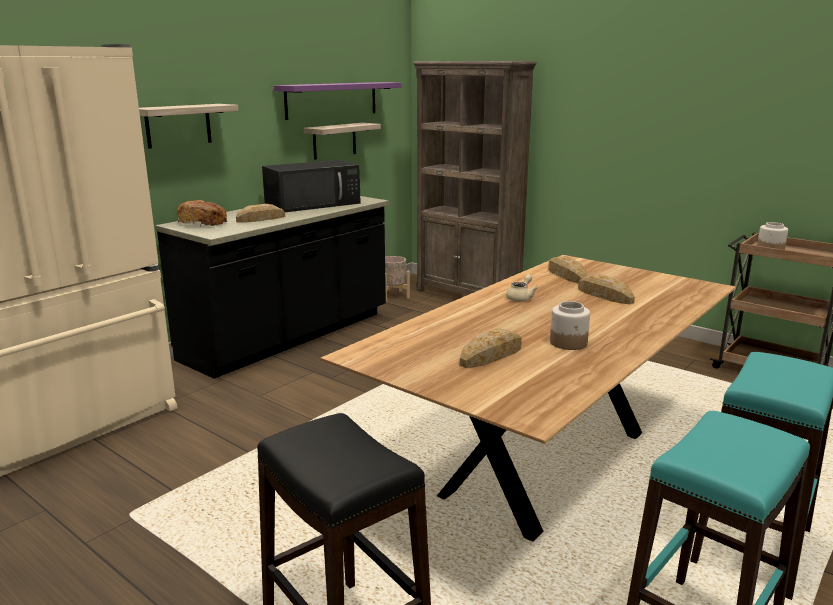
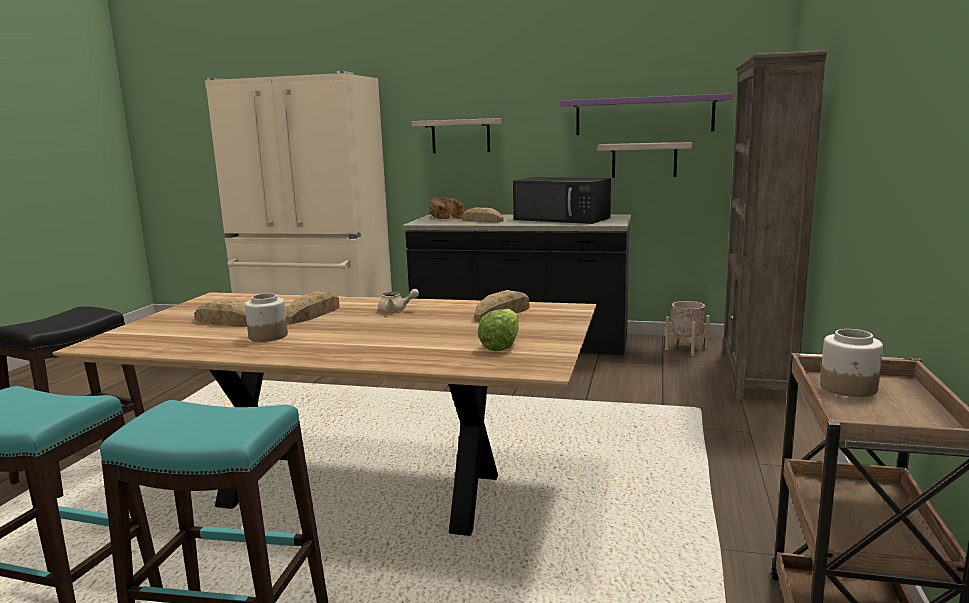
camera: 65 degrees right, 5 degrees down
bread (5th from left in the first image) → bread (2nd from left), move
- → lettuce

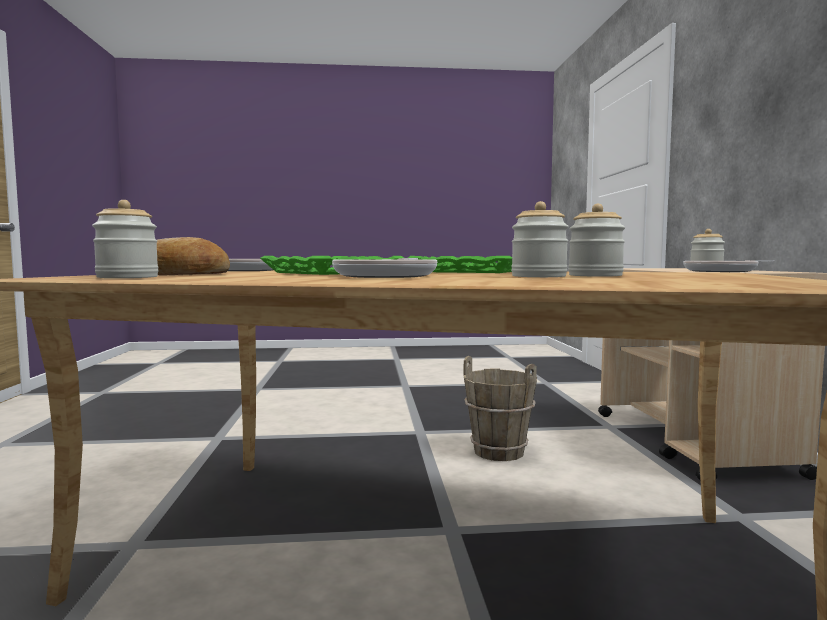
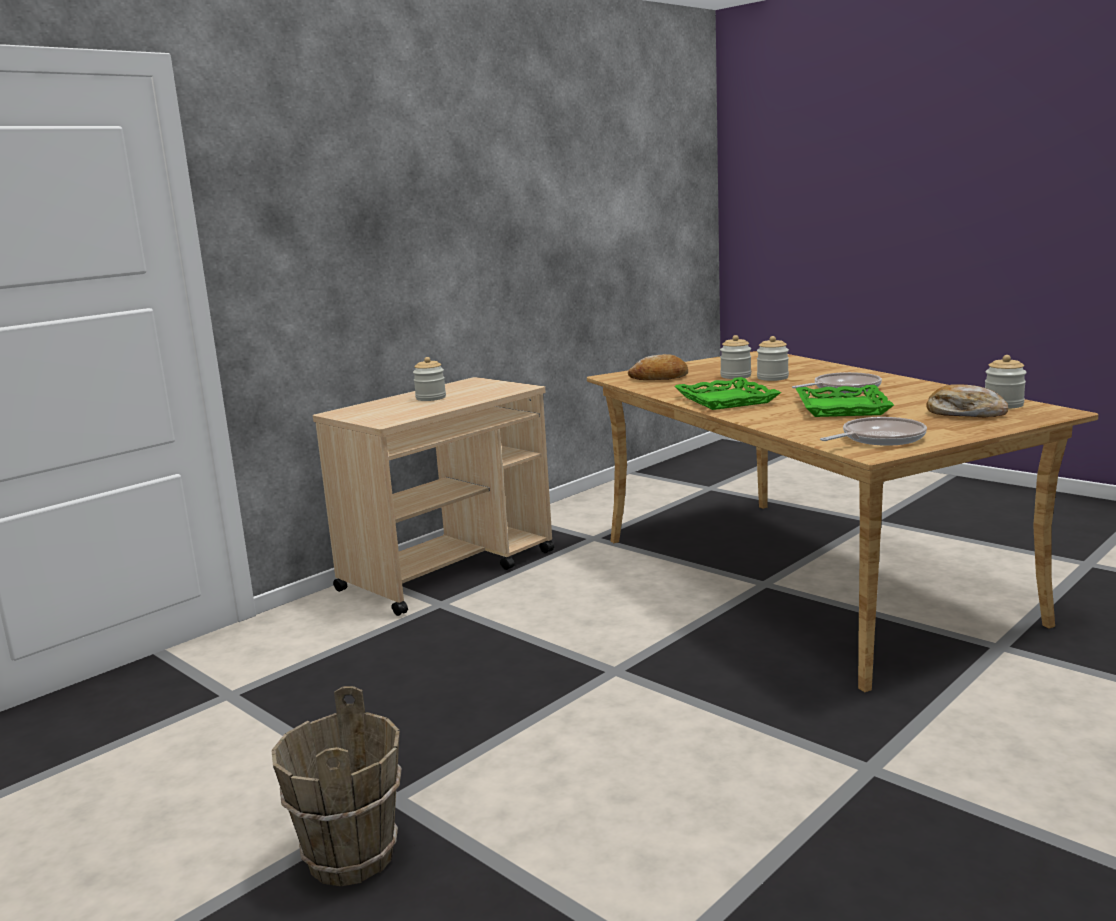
camera: 130 degrees left, 10 degrees up
frying pan (3rd from left) → -
brown bucket, move
- → bread (1st from left)

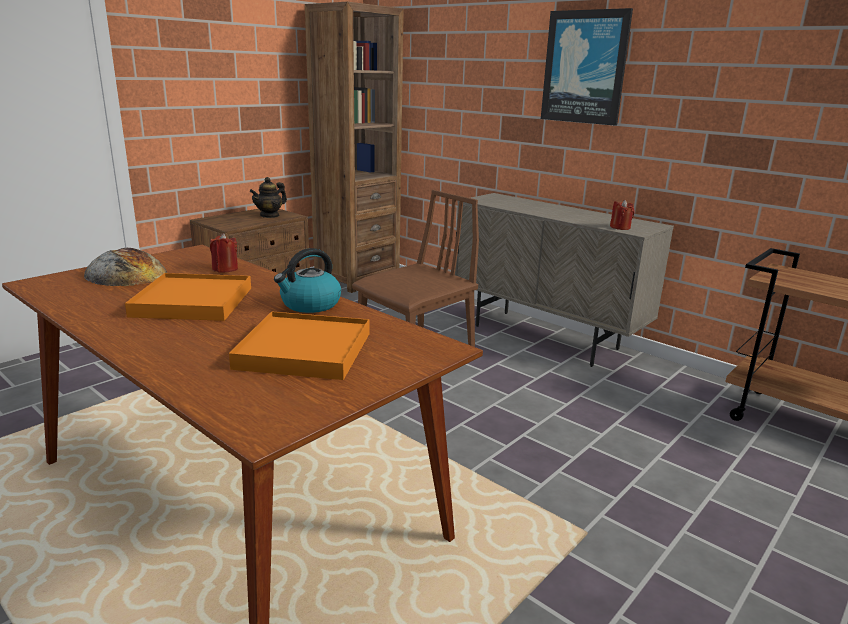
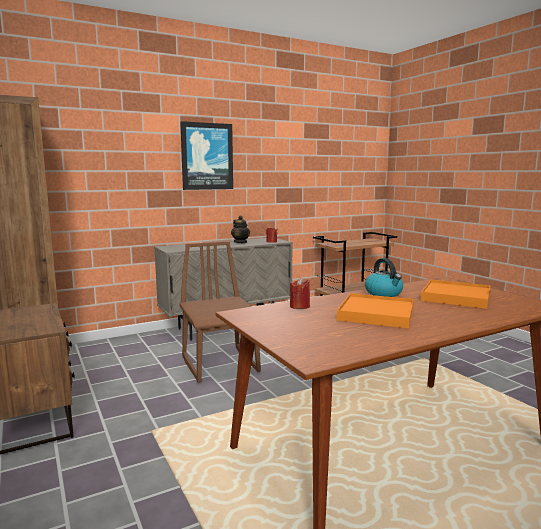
camera: 70 degrees left, 10 degrees down
teapot, move
bread → -

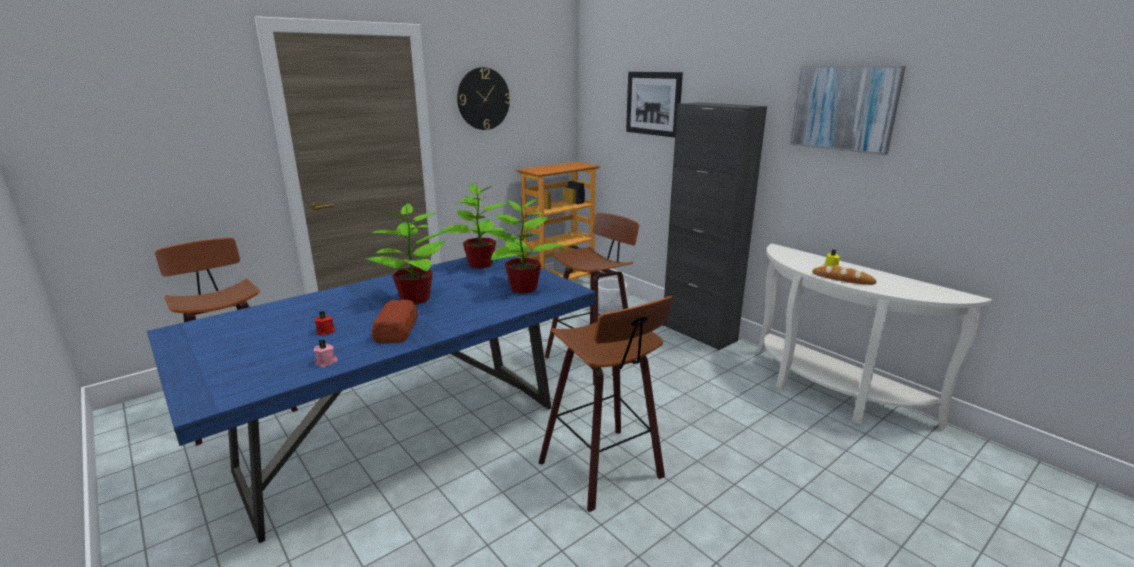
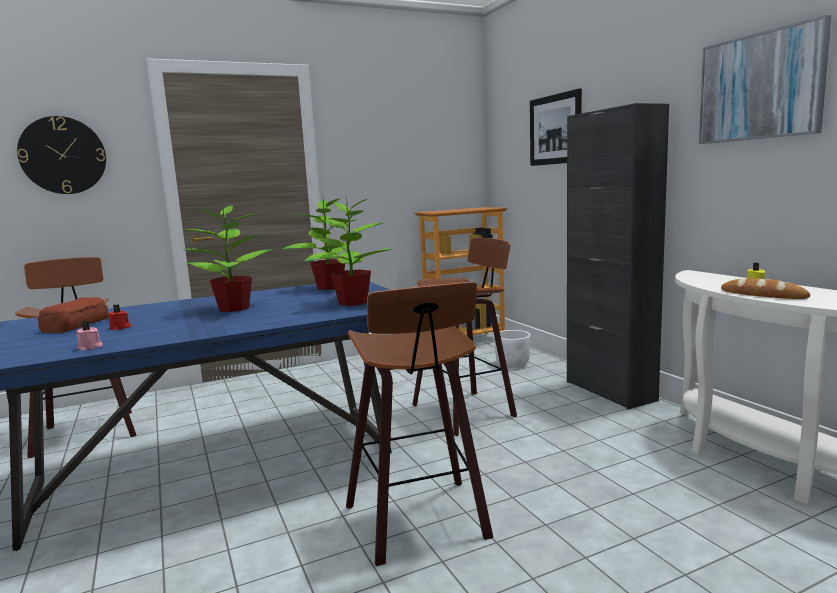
camera: 15 degrees right, 10 degrees down
wall clock, move
bread (1st from left), move

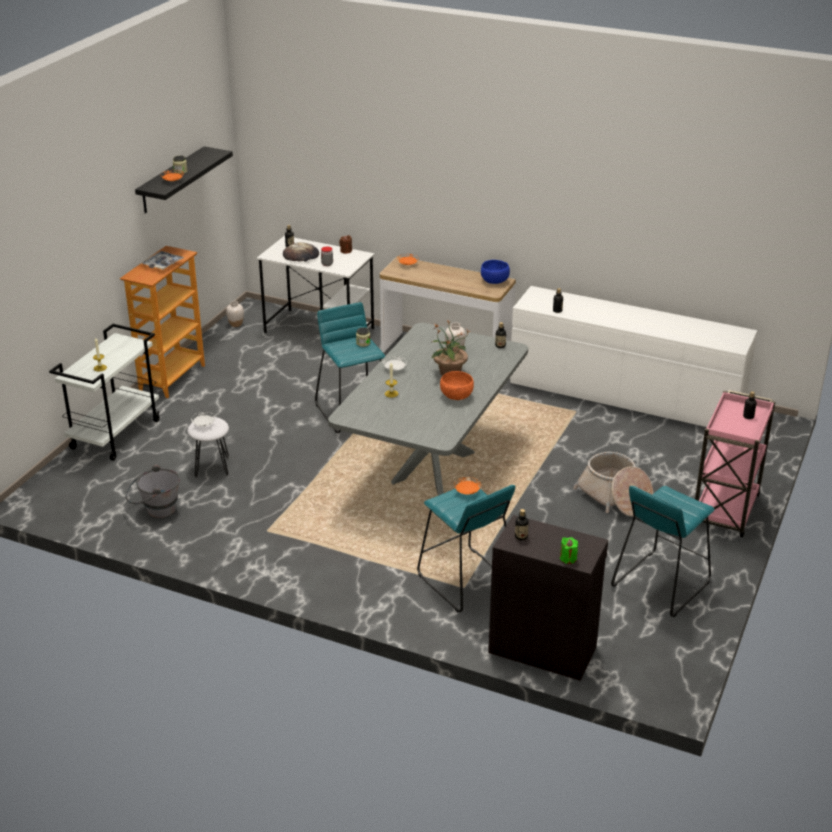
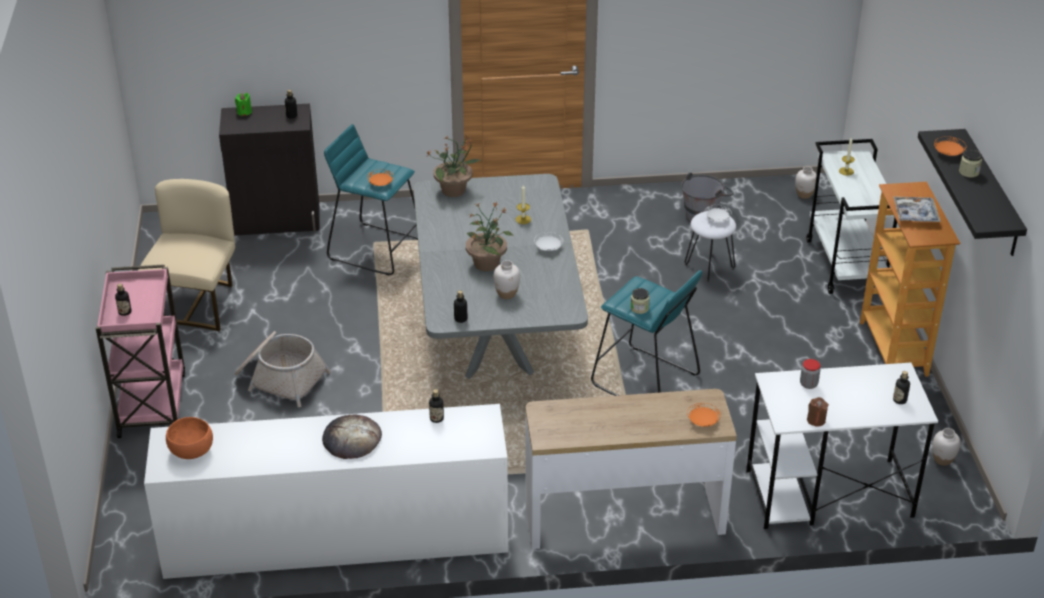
camera: 150 degrees right, 5 degrees up
bread, move
blue bowl → -
orange bowl, move
turquoise stool (3rd from left) → beige chair
- → potted plant (1st from left)
- → white vase (2nd from left)

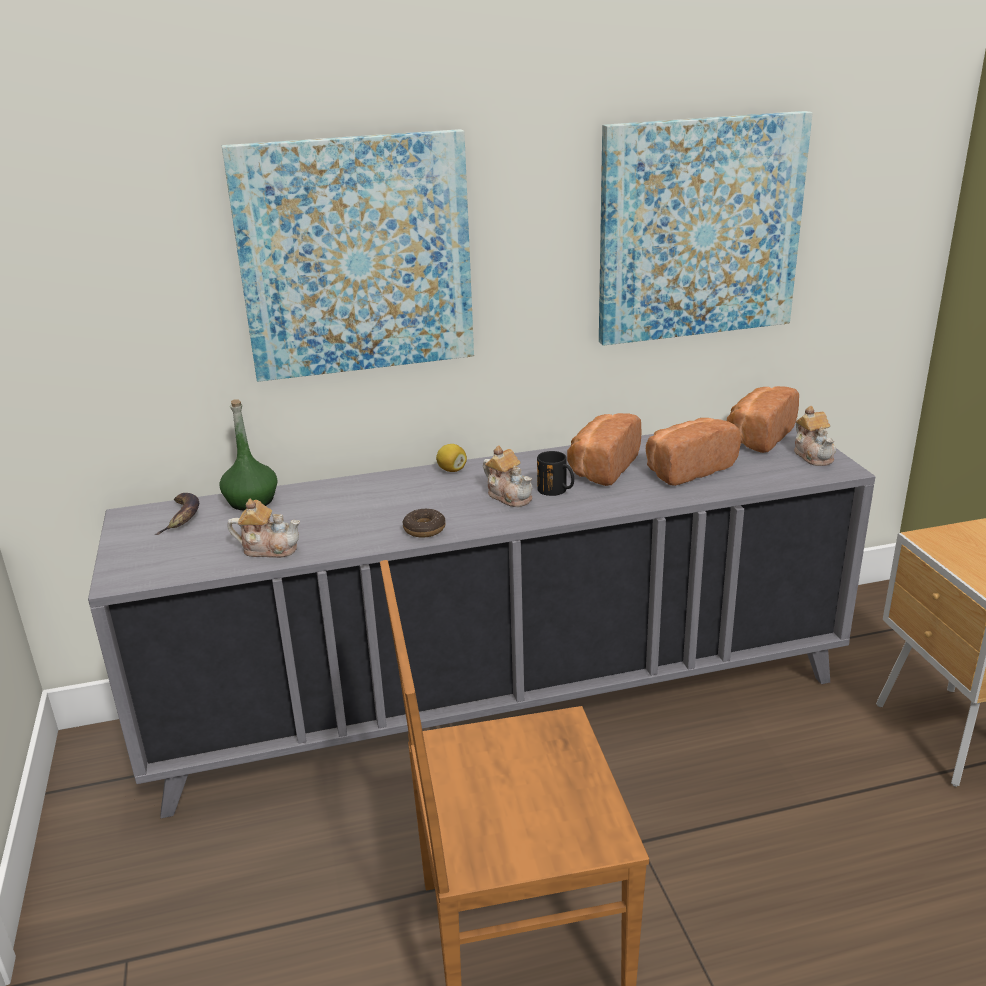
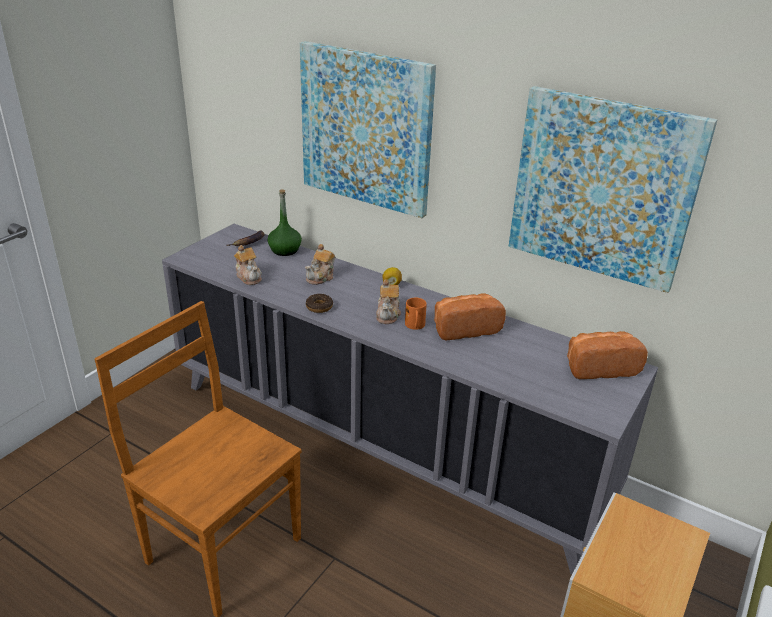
camera: 45 degrees right, 5 degrees up
teapot (3rd from left in the first image) → teapot (2nd from left), move
bread (2nd from left) → -
black mug → orange mug

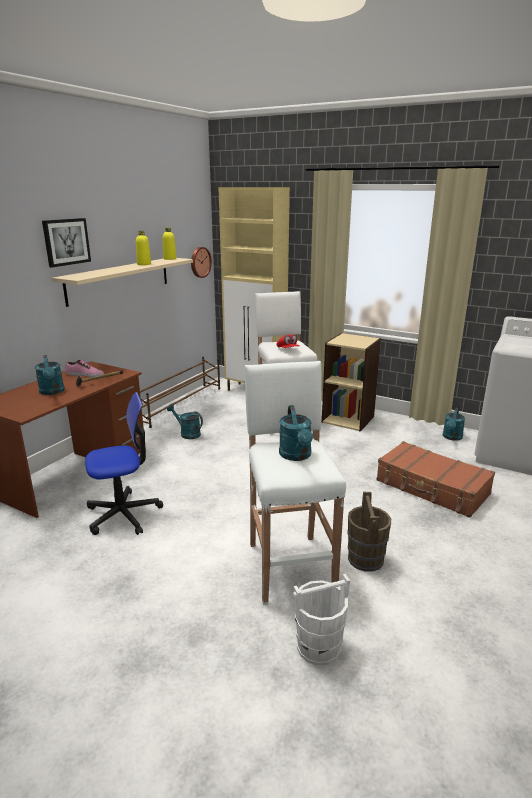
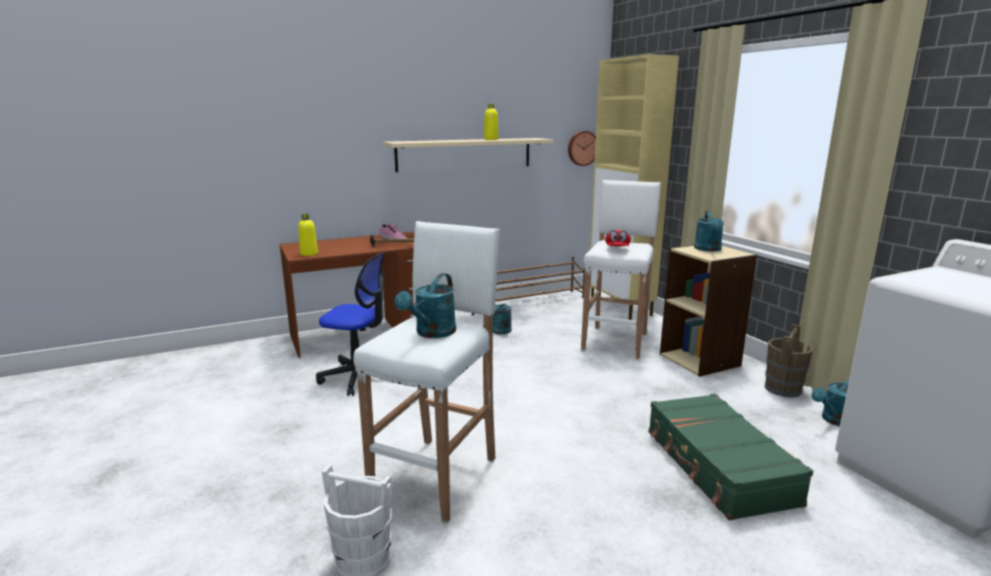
camera: 35 degrees right, 5 degrees down
picture → -
yellow bottle (2nd from left in the first image) → yellow bottle (1st from left), move
turquoise watering can (1st from left in the first image) → turquoise watering can (3rd from left), move
brown suitcase → green suitcase
brown bucket, move

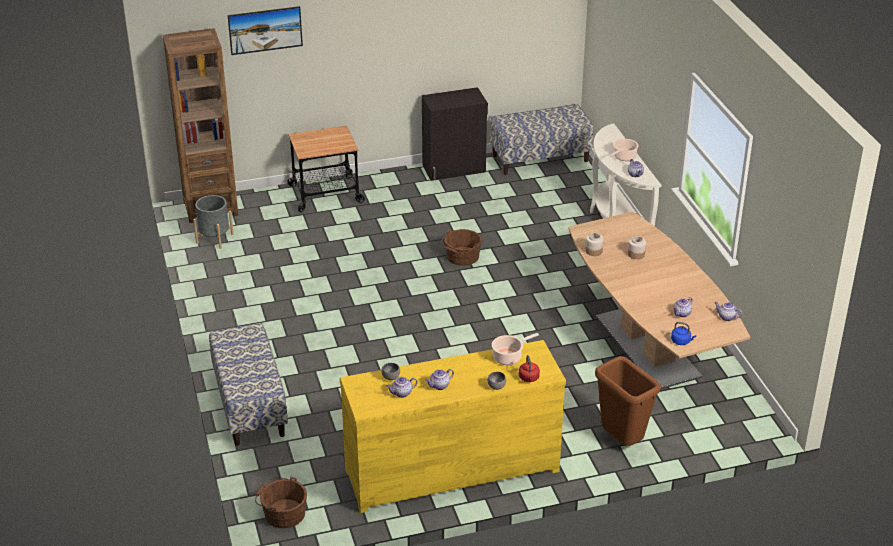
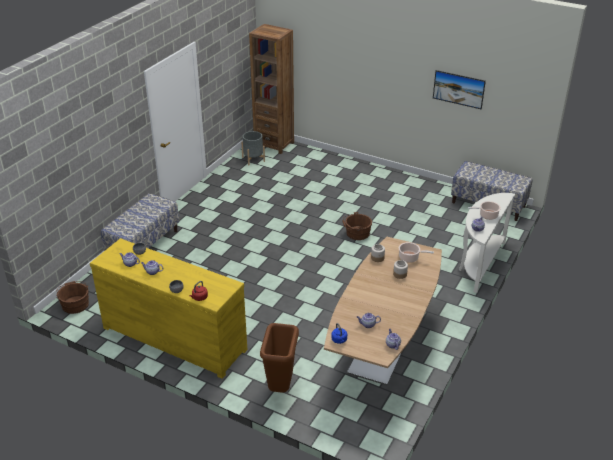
camera: 45 degrees right, 0 degrees up
picture, move
black cabinet → -
cart → -
cooking pot (1st from left), move

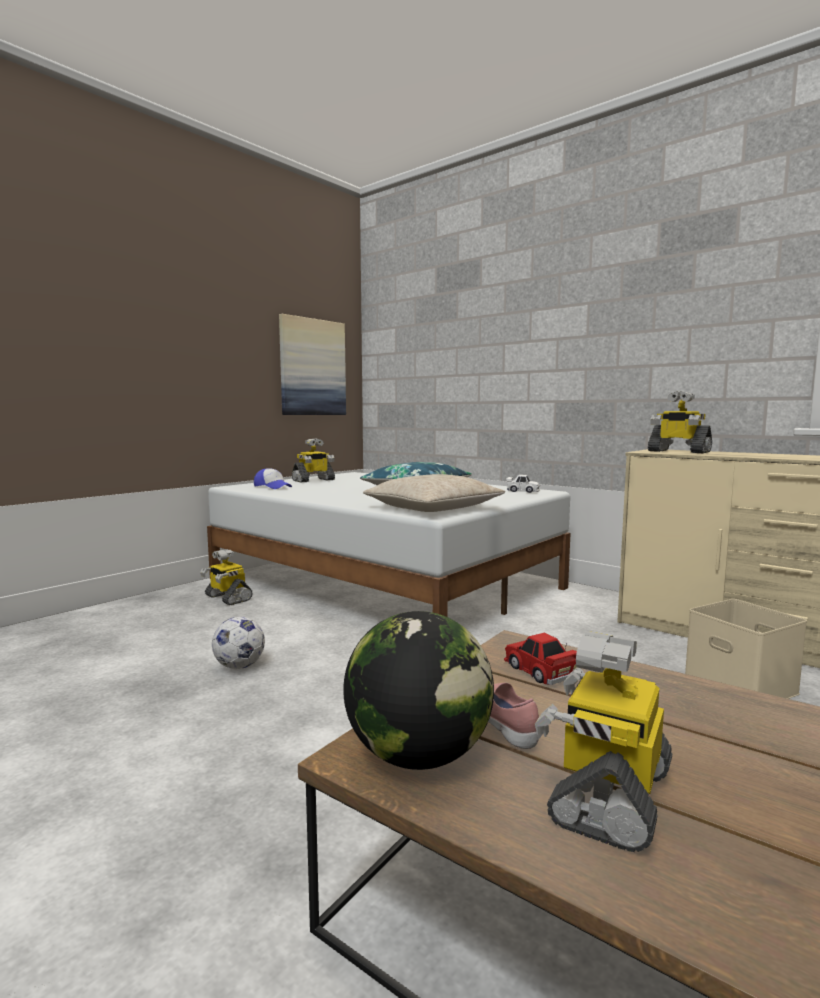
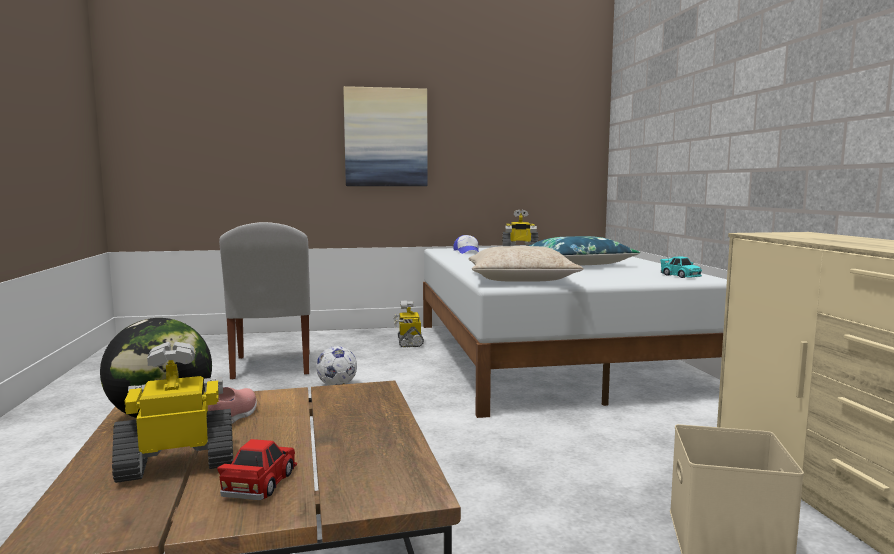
camera: 40 degrees right, 0 degrees up
picture, move
toy robot (4th from left) → -
white toy car → turquoise toy car
red toy car, move
- → white chair

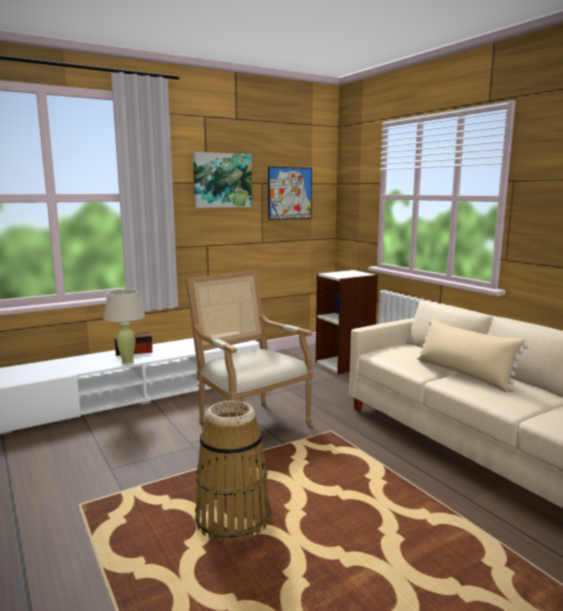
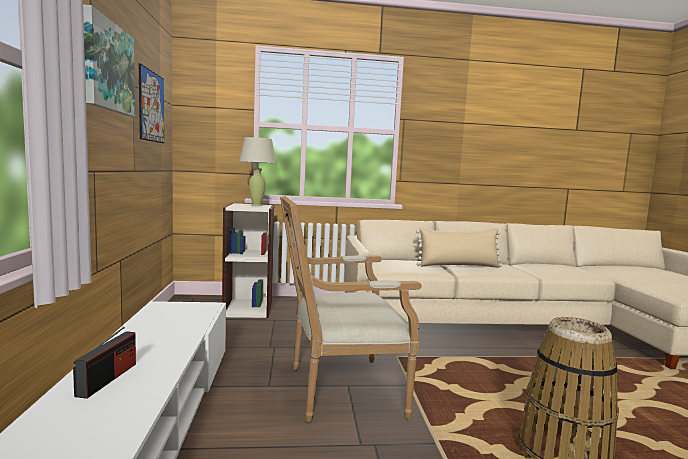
camera: 65 degrees left, 5 degrees down
beige table lamp, move

